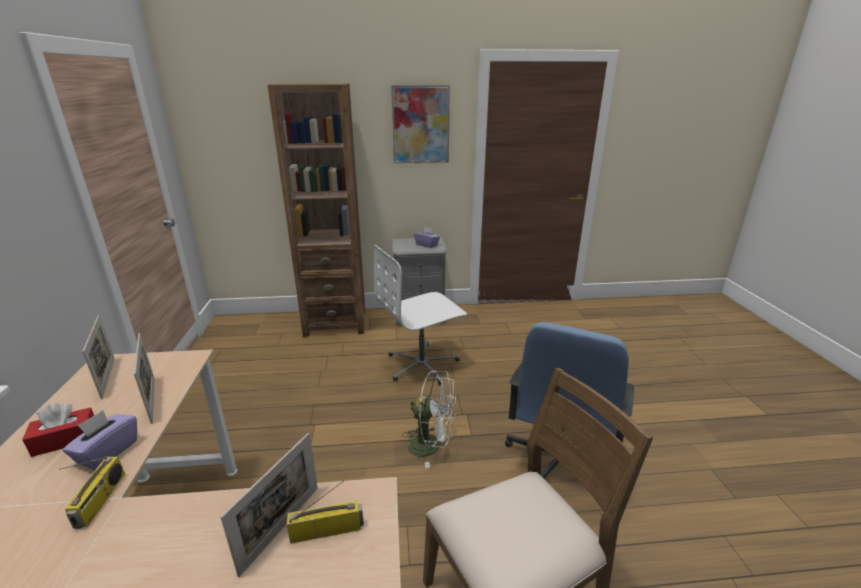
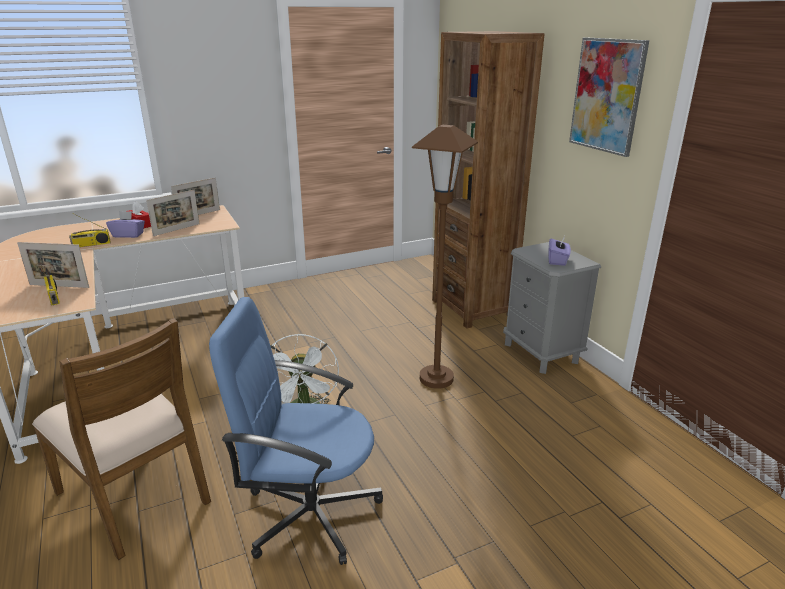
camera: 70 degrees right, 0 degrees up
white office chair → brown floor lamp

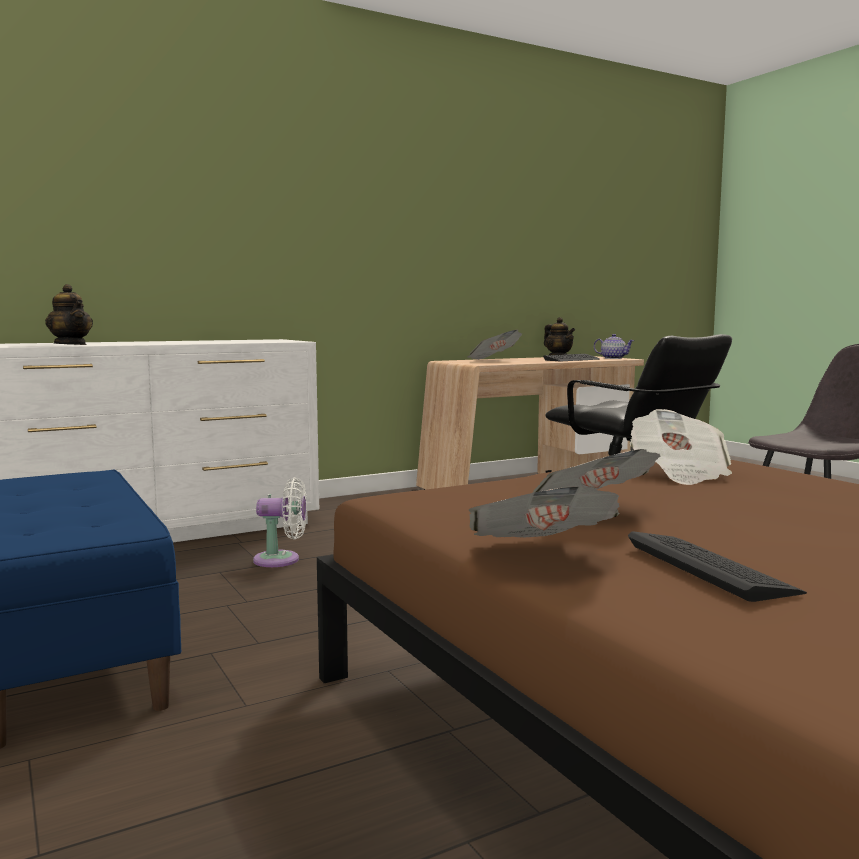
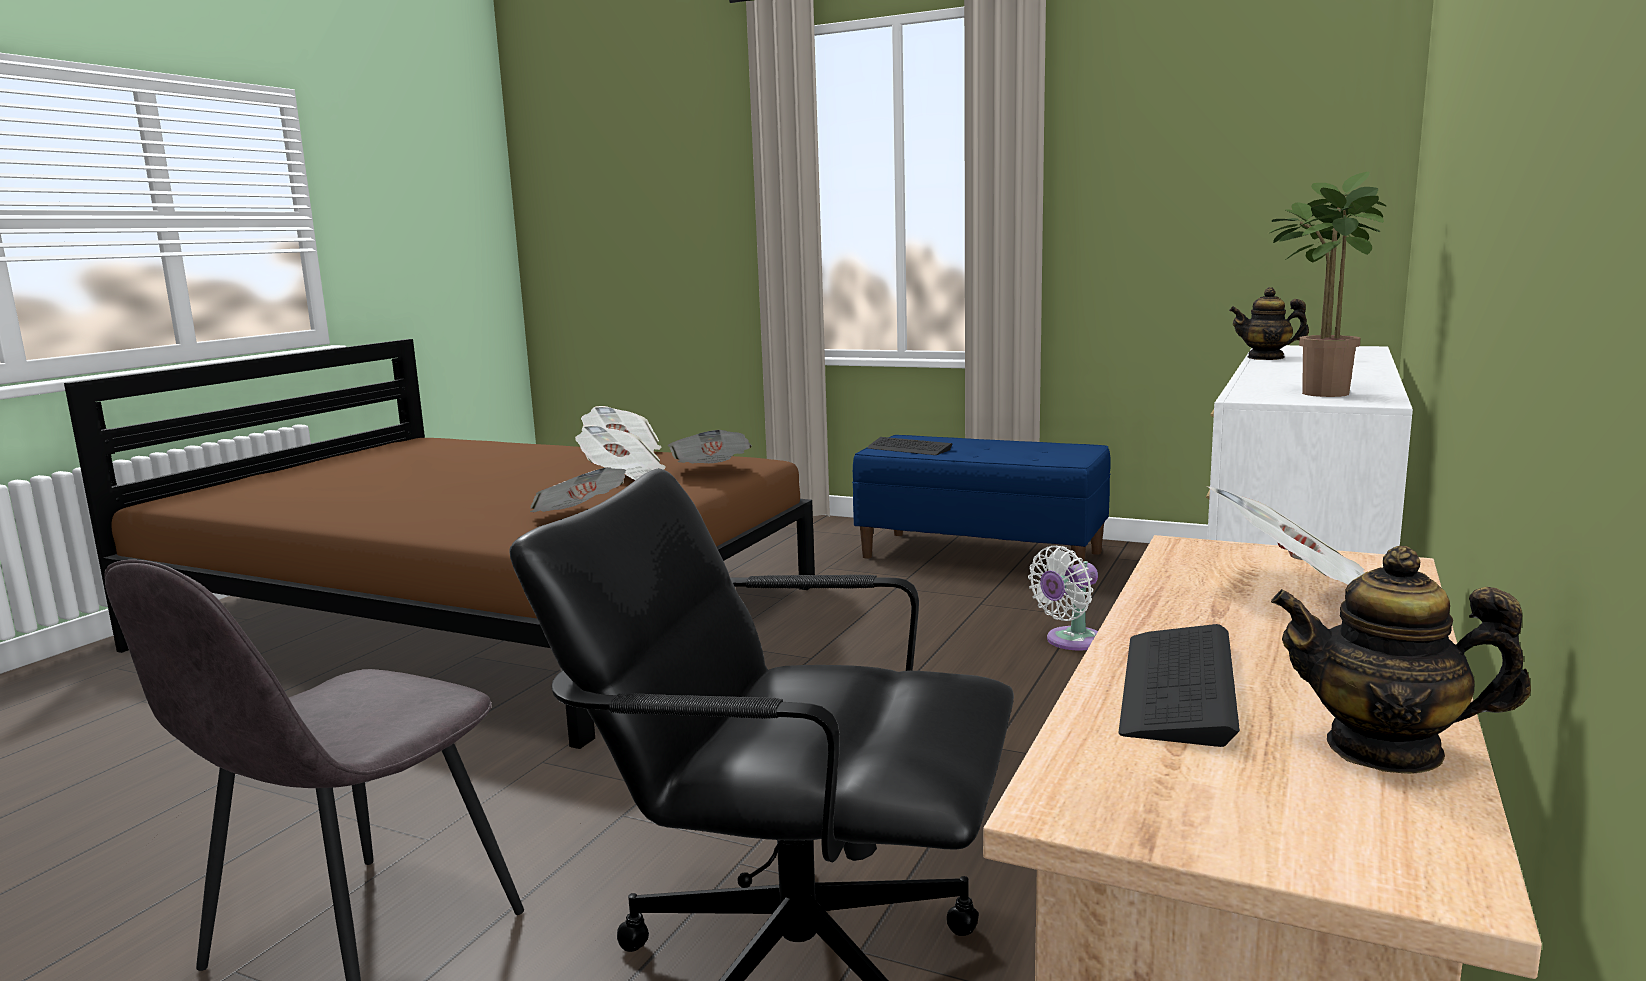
camera: 145 degrees right, 5 degrees up
teapot (3rd from left) → -
keyboard (2nd from left in the first image) → keyboard (1st from left), move
- → potted plant
- → newspaper (4th from left)

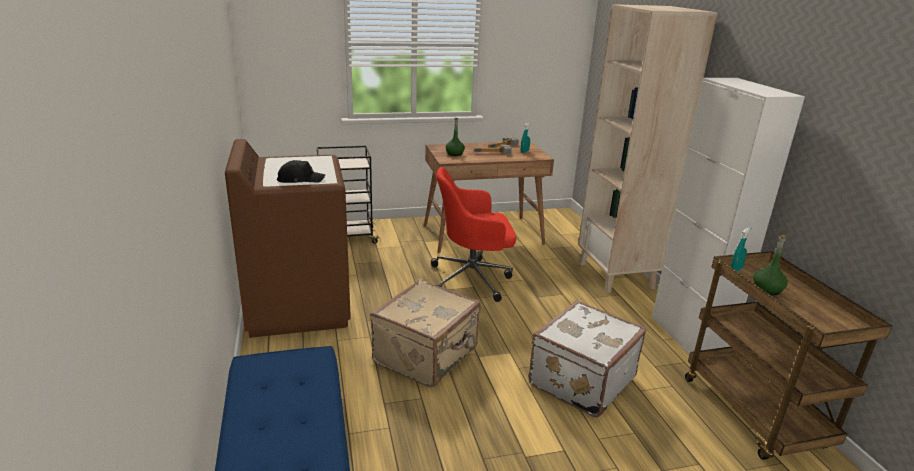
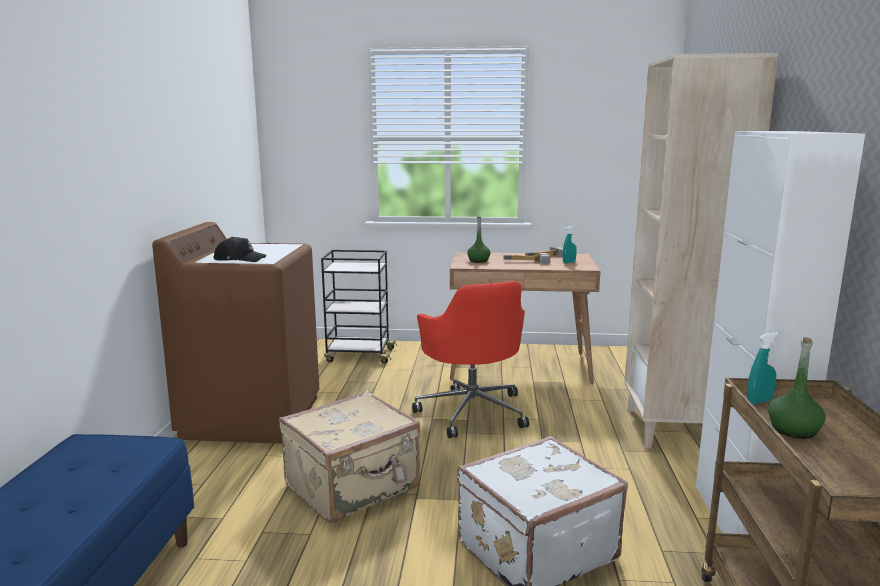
camera: 20 degrees right, 10 degrees down
red office chair, 120 degrees counterclockwise

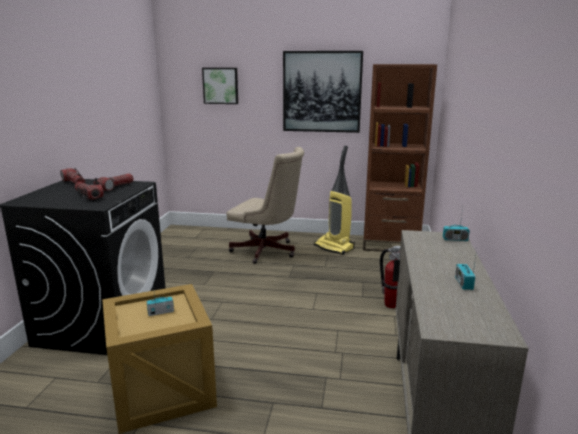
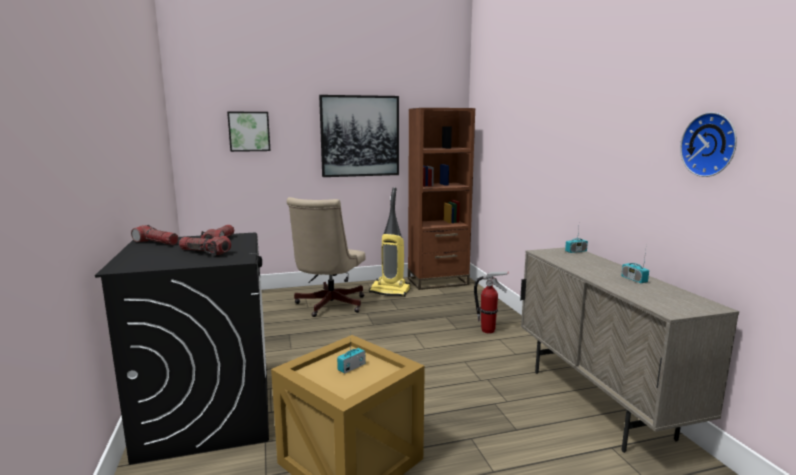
camera: 25 degrees left, 5 degrees down
beige office chair, 105 degrees clockwise
- → wall clock

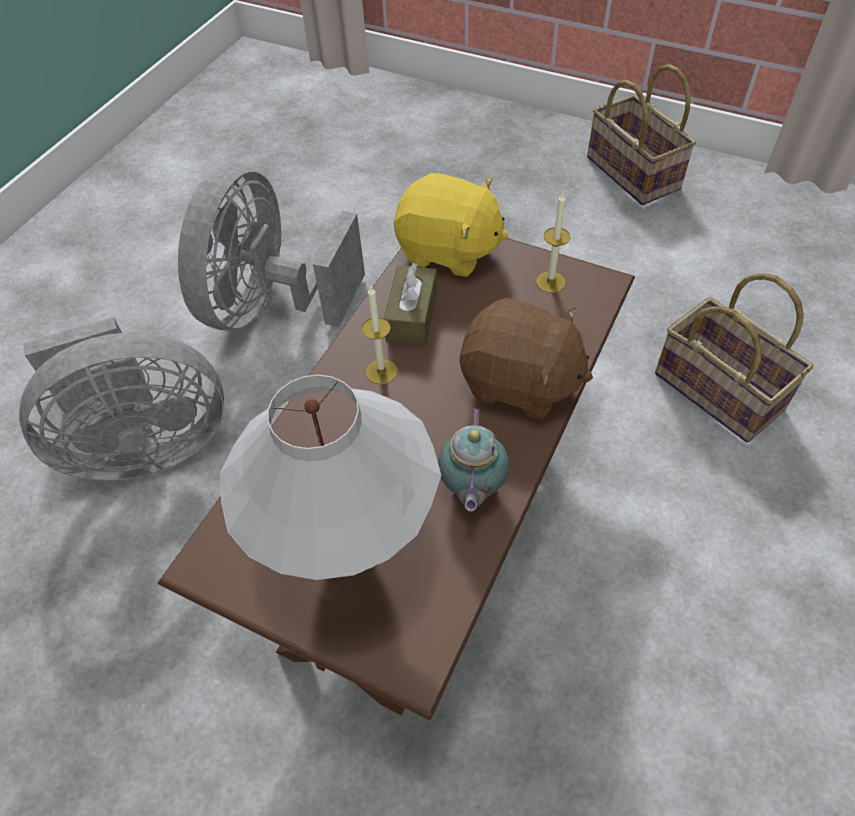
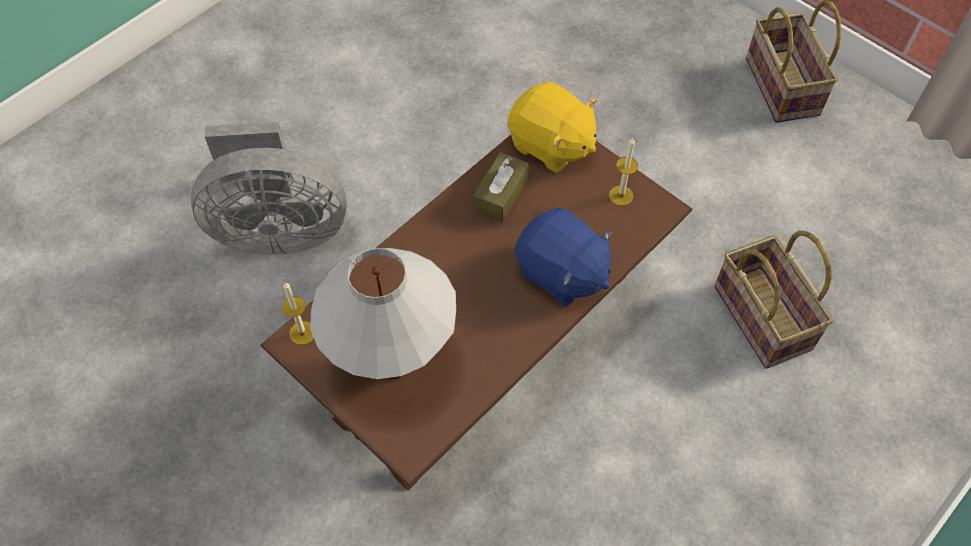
camera: 15 degrees right, 5 degrees up
grey fan (2nd from left) → -
candle (1st from left), move
brown plush toy → blue plush toy
teapot → -

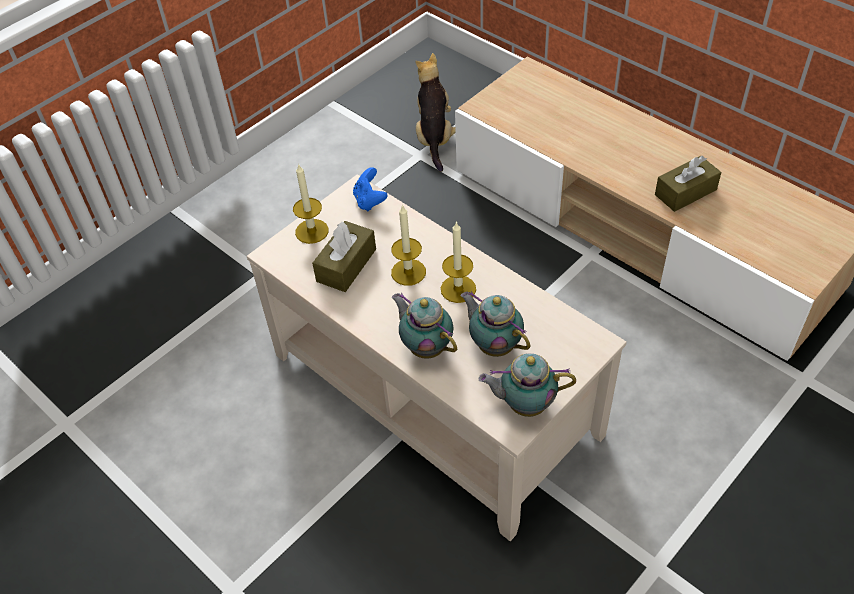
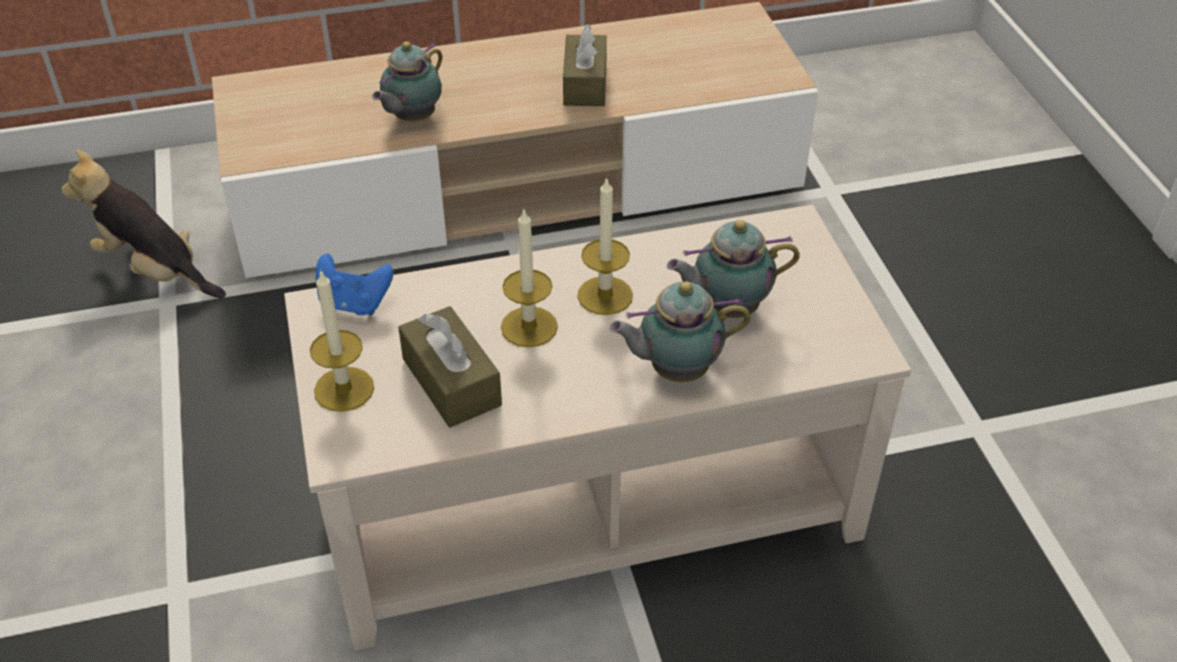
camera: 60 degrees left, 5 degrees down
teapot (3rd from left in the first image) → teapot (1st from left), move

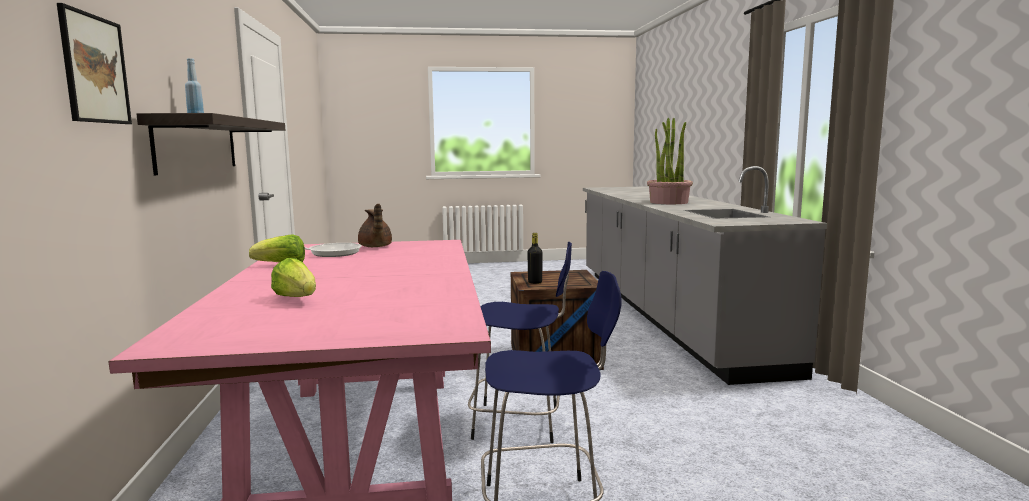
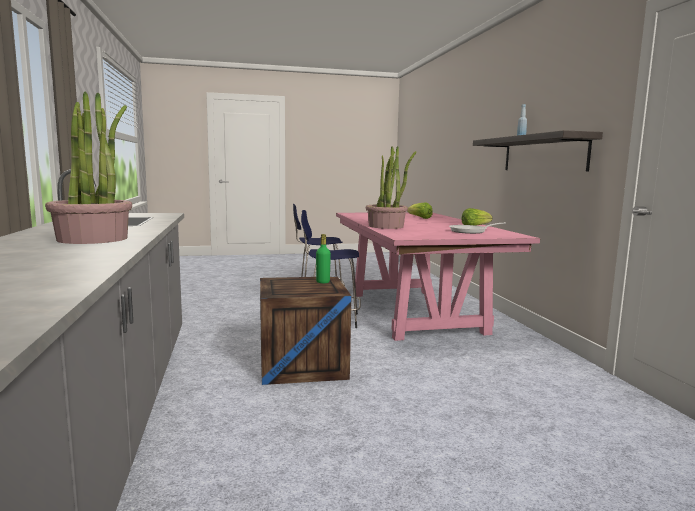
camera: 175 degrees right, 0 degrees up
picture → -
brown teapot → -
black bottle → green bottle
- → potted plant (2nd from left)

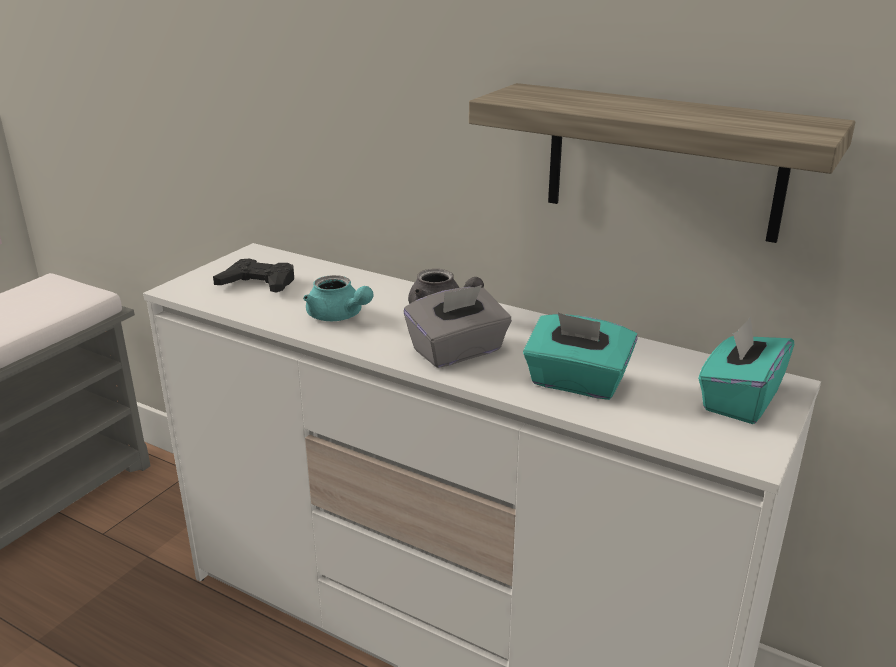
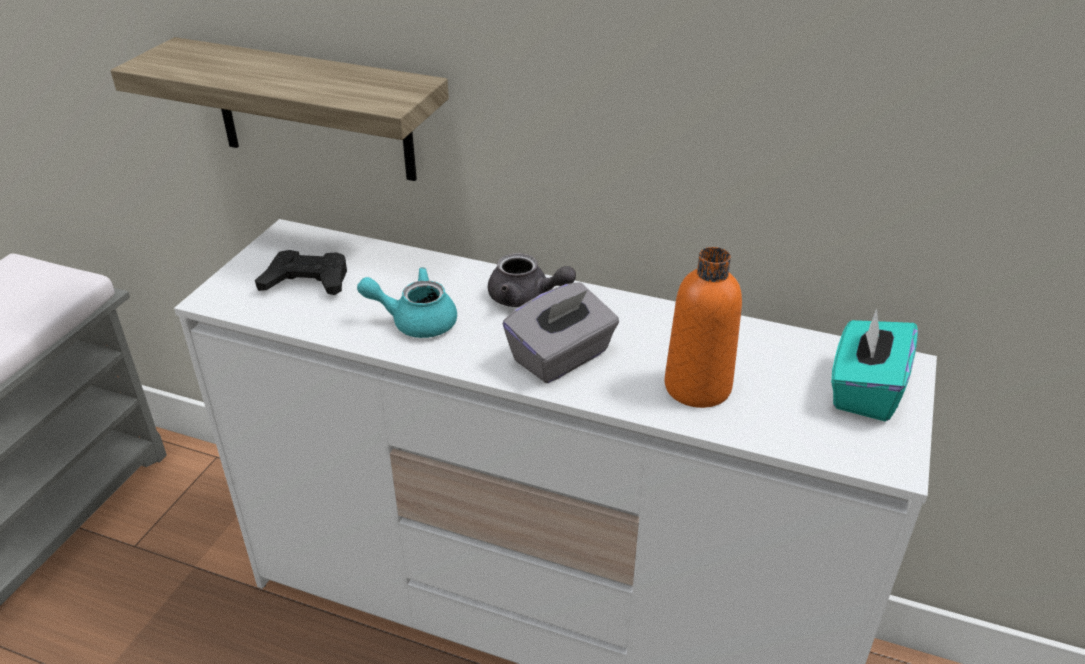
camera: 10 degrees left, 10 degrees up
shelf, move
turquoise teapot, 150 degrees clockwise
turquoise tissue box (1st from left) → orange bottle

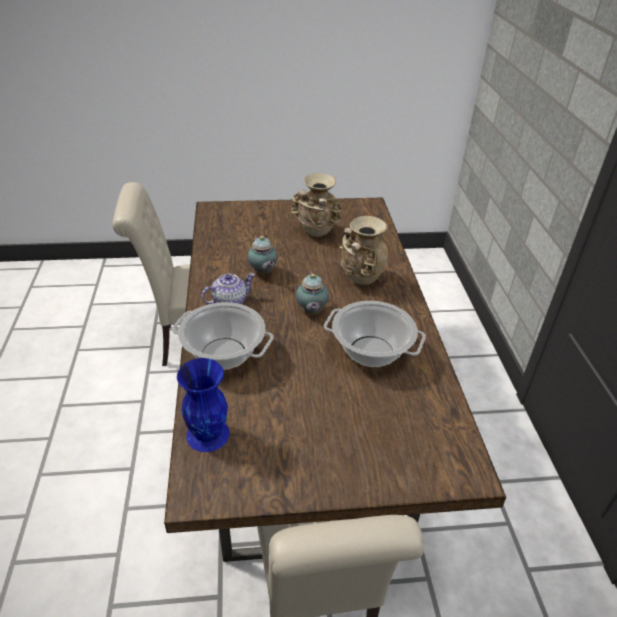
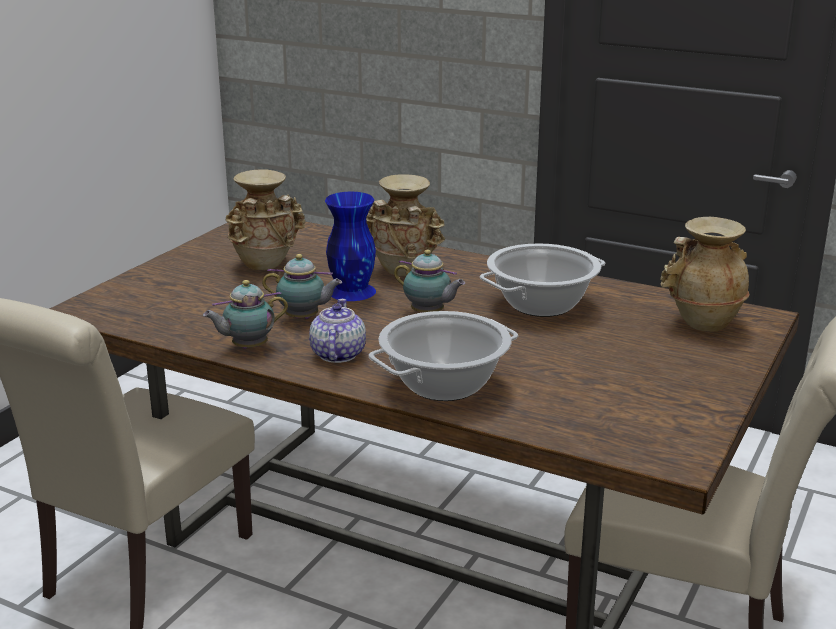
camera: 55 degrees left, 15 degrees down
blue vase, move
- → beige vase (3rd from left)
- → teapot (1st from left)

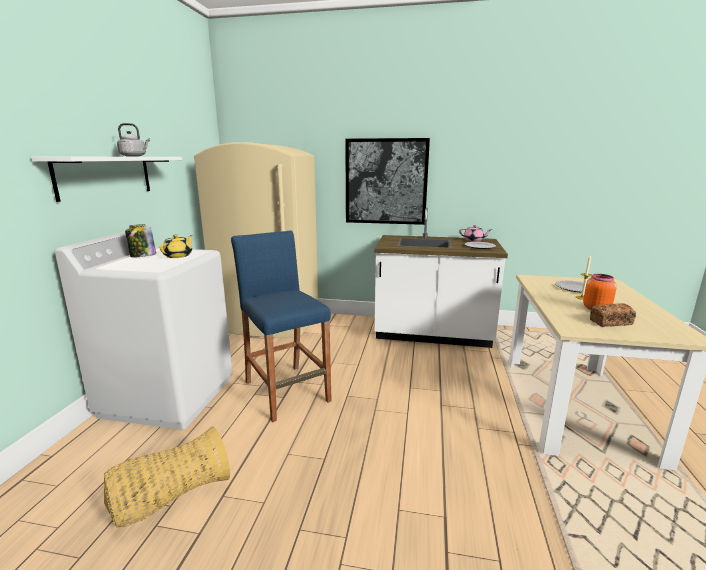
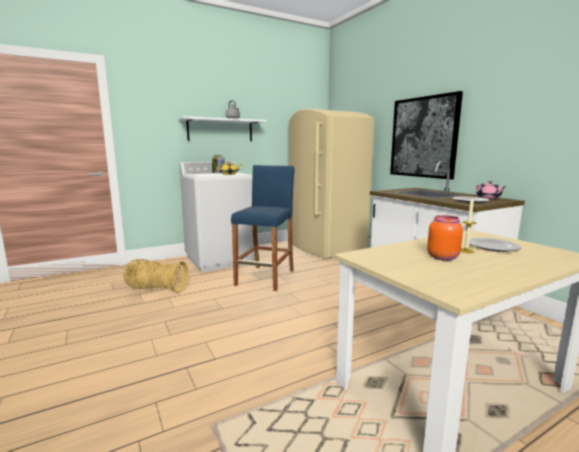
camera: 50 degrees right, 5 degrees down
bread → -

